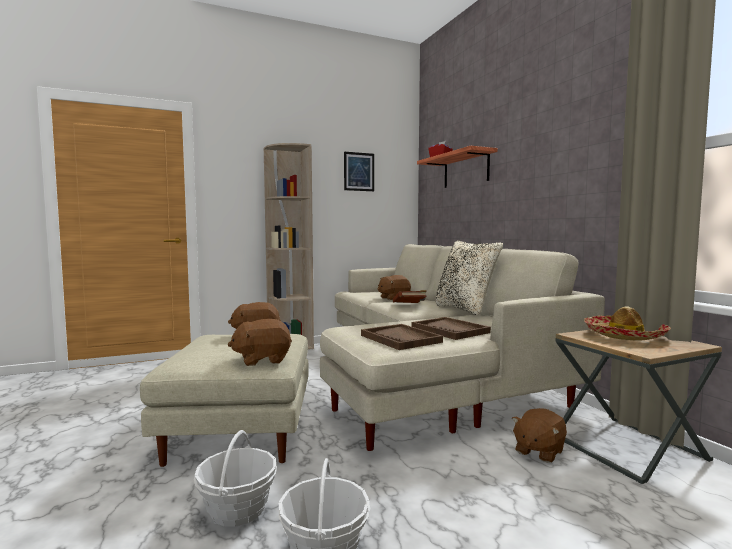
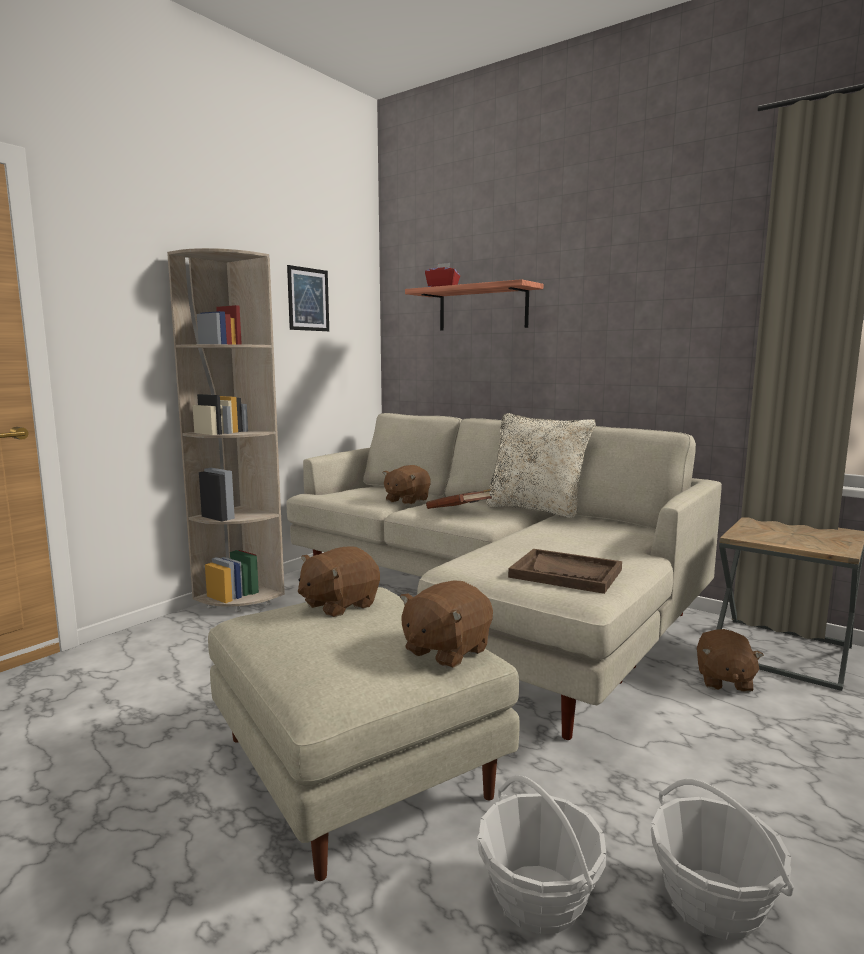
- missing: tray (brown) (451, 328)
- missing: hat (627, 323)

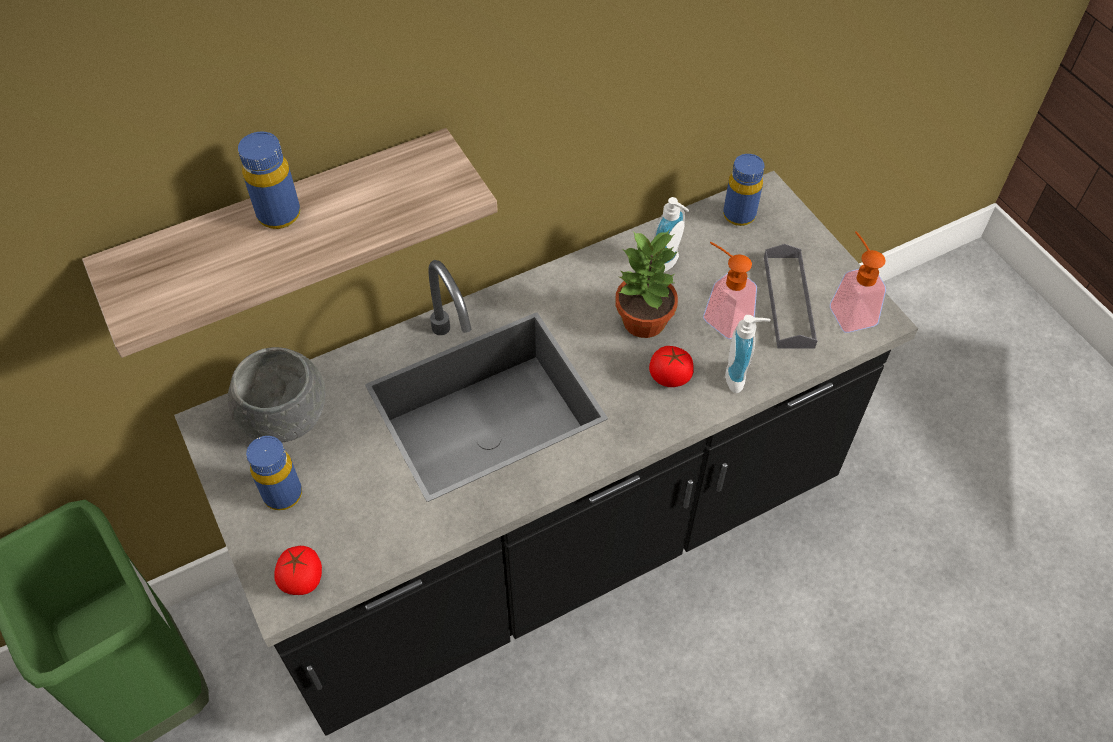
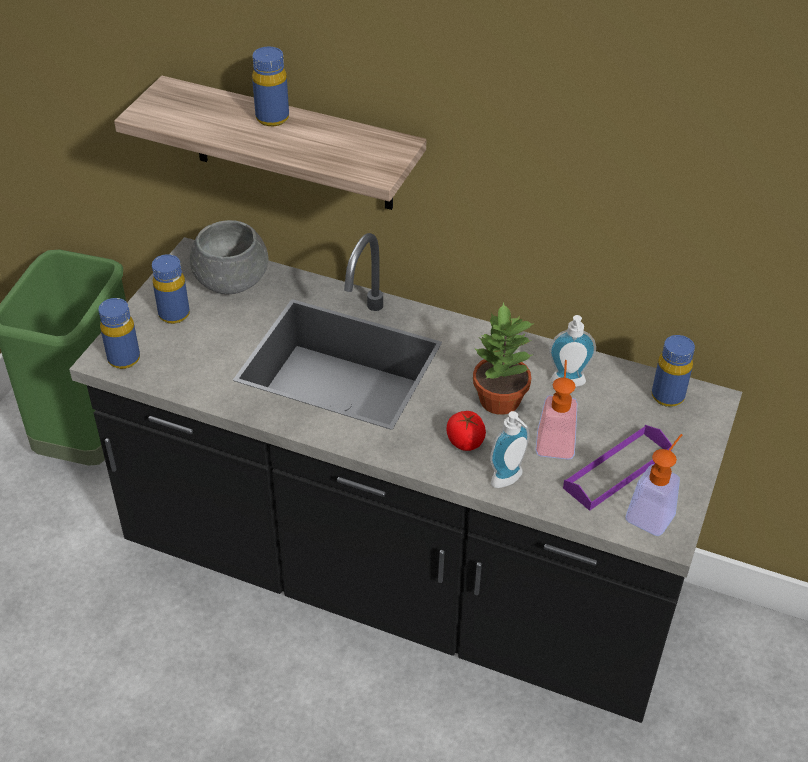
- exchanged: tomato (298, 570) to bottle (blue) (119, 333)
- colour: tray (grey) (790, 296) to tray (purple) (617, 468)

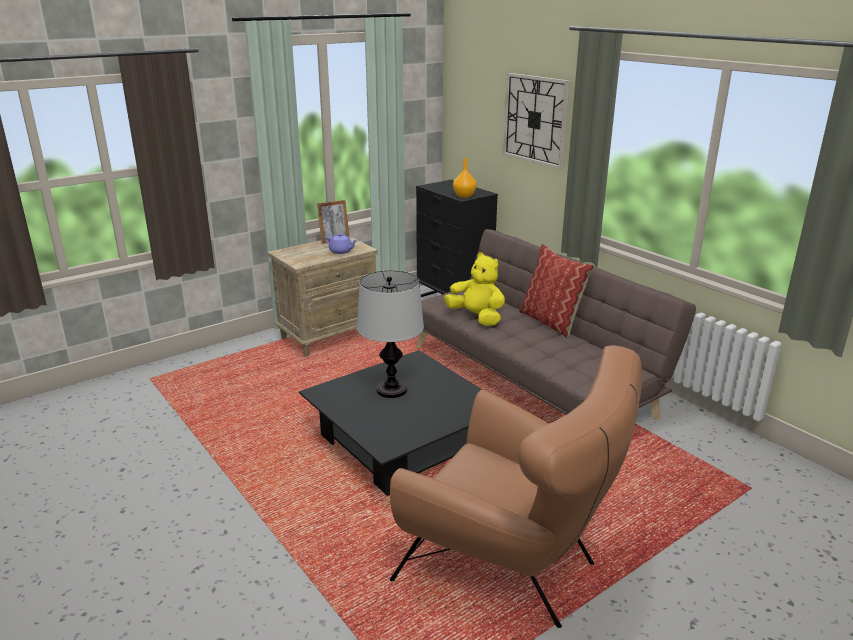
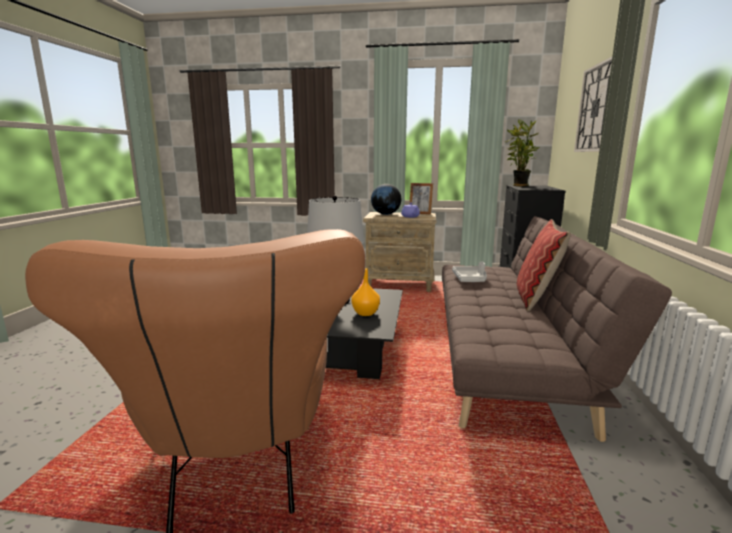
- relocated: vase (orange) (465, 178) to (365, 292)
- appeared: globe (386, 199)
- exchanged: plush toy (yellow) (474, 289) to tray (grey) (469, 272)
- appeared: potted plant (522, 153)

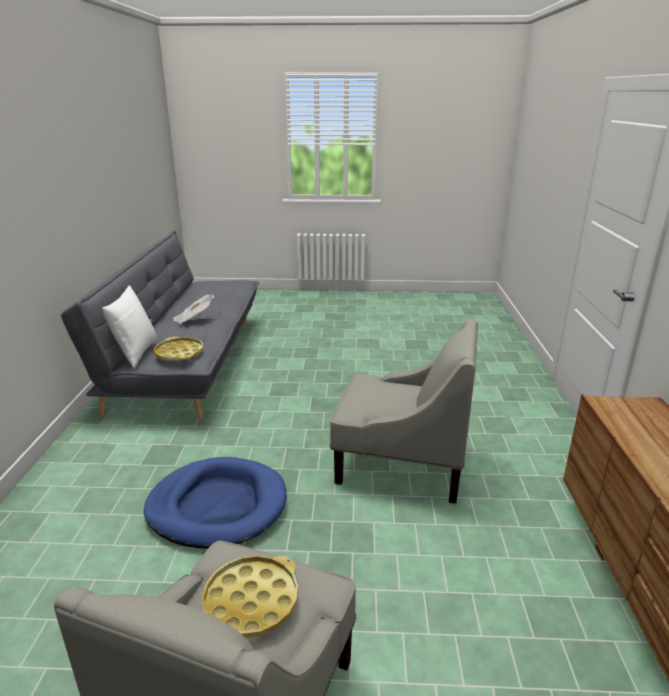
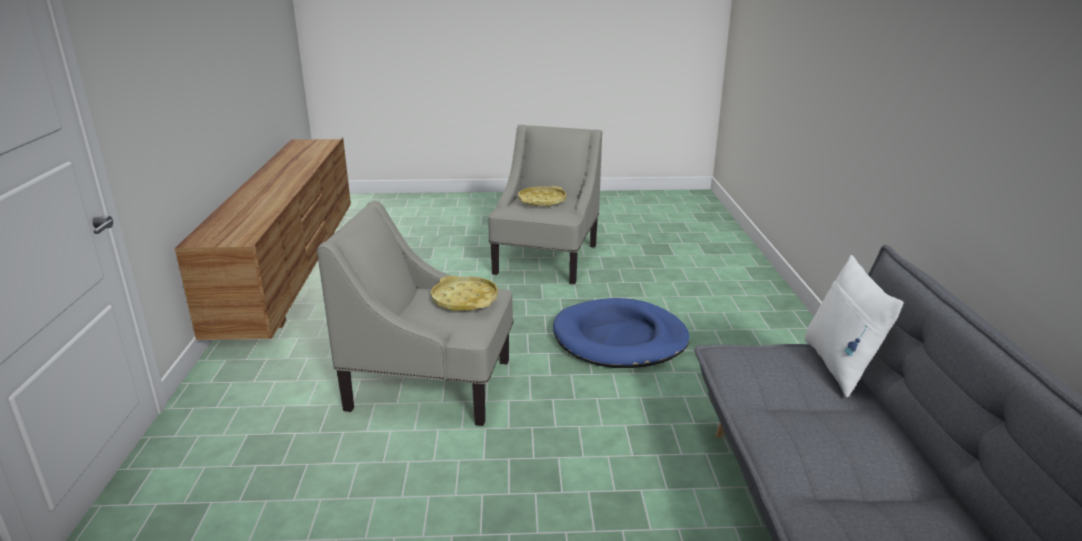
- relocated: tray (yellow) (178, 349) to (464, 293)
- missing: newspaper (193, 309)

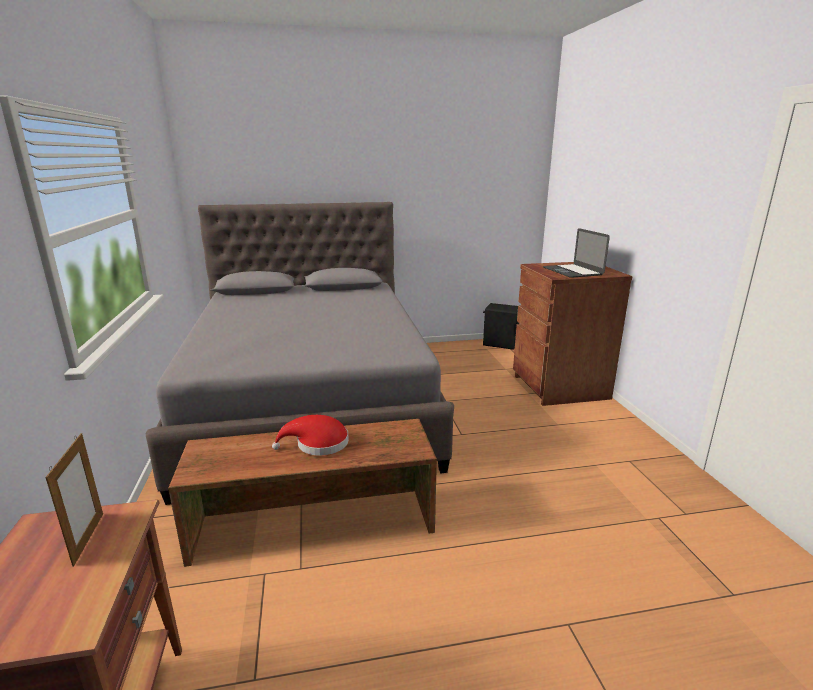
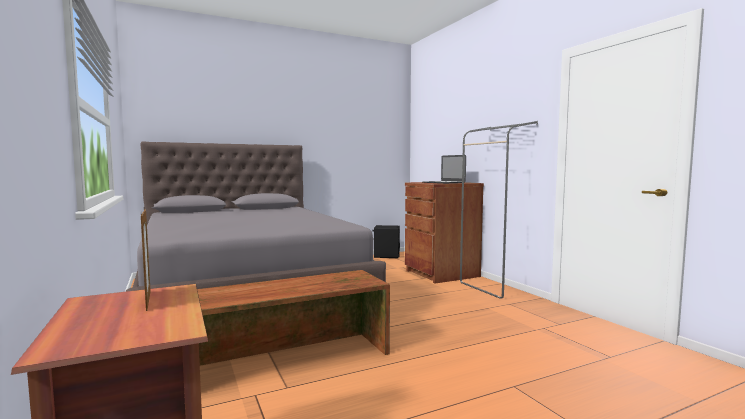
- appeared: clothes rack (grey) (499, 210)
- missing: hat (red) (310, 435)

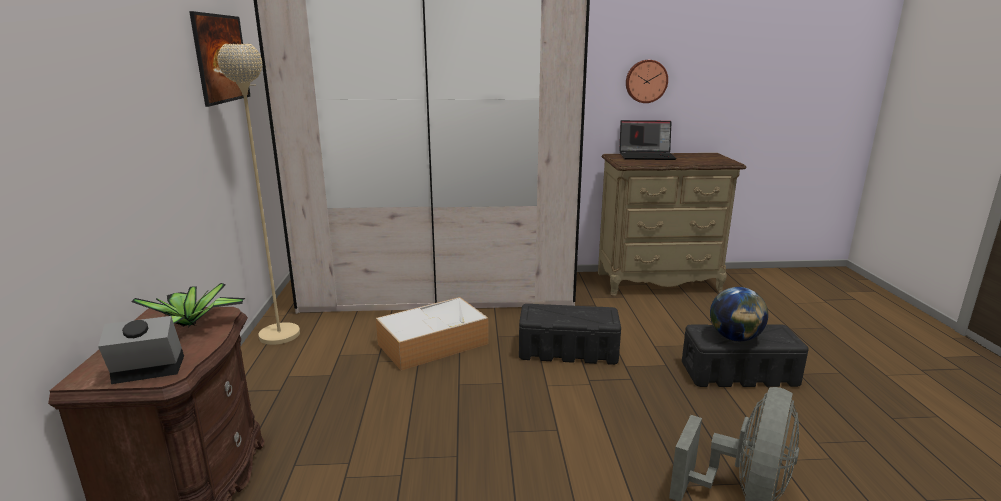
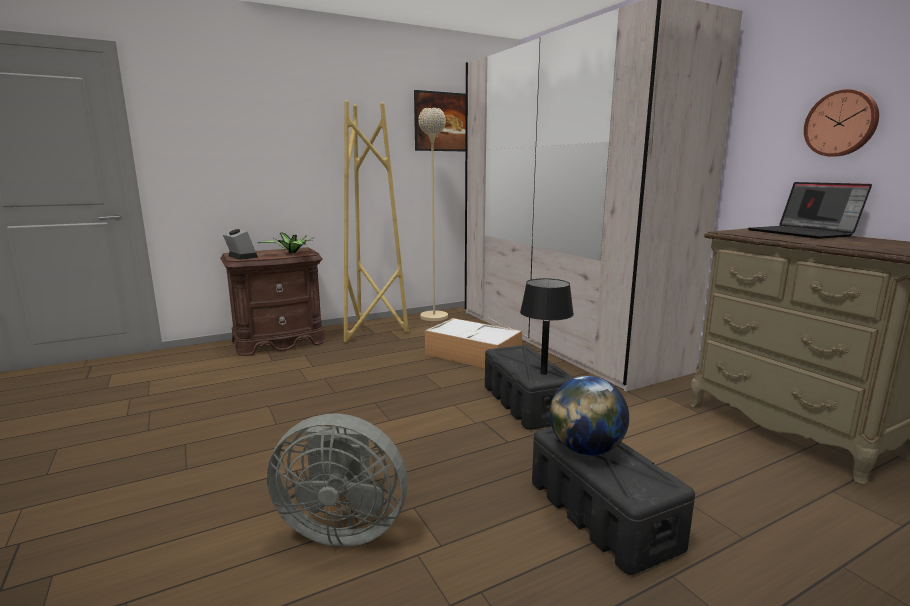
- appeared: clothes rack (yellow) (376, 221)
- appeared: table lamp (black) (547, 326)

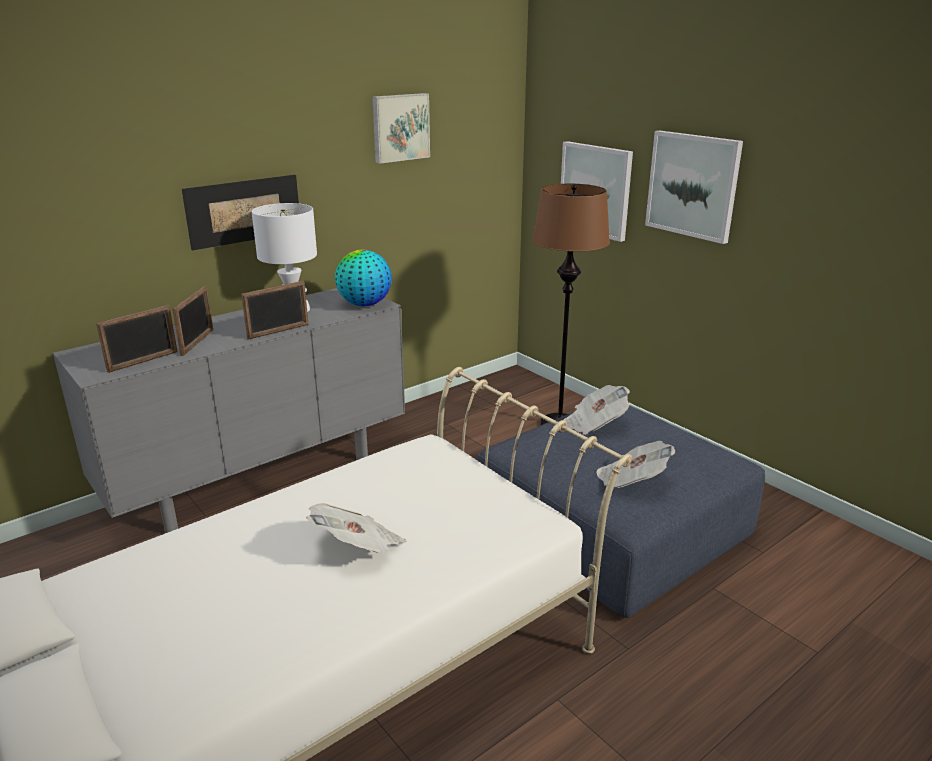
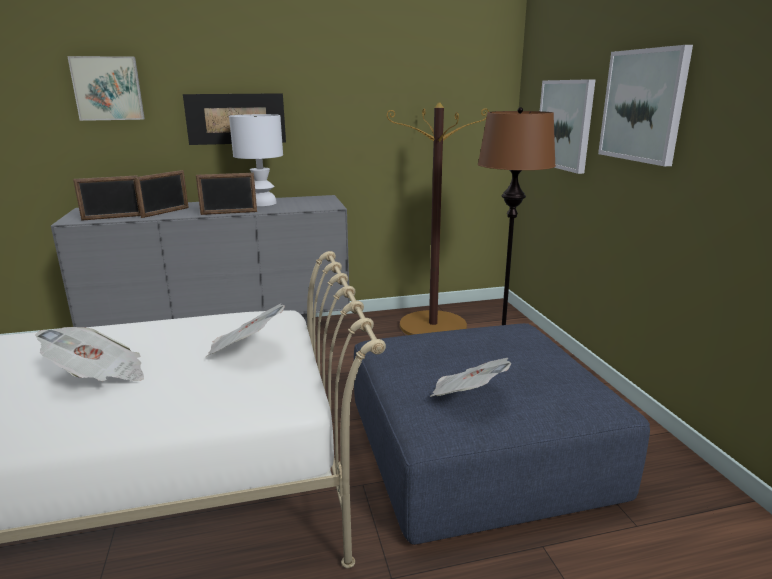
- relocated: picture (401, 128) to (106, 88)
- relocated: newspaper (597, 410) to (245, 330)
- appeared: clothes rack (brown) (438, 219)
- missing: globe (363, 278)

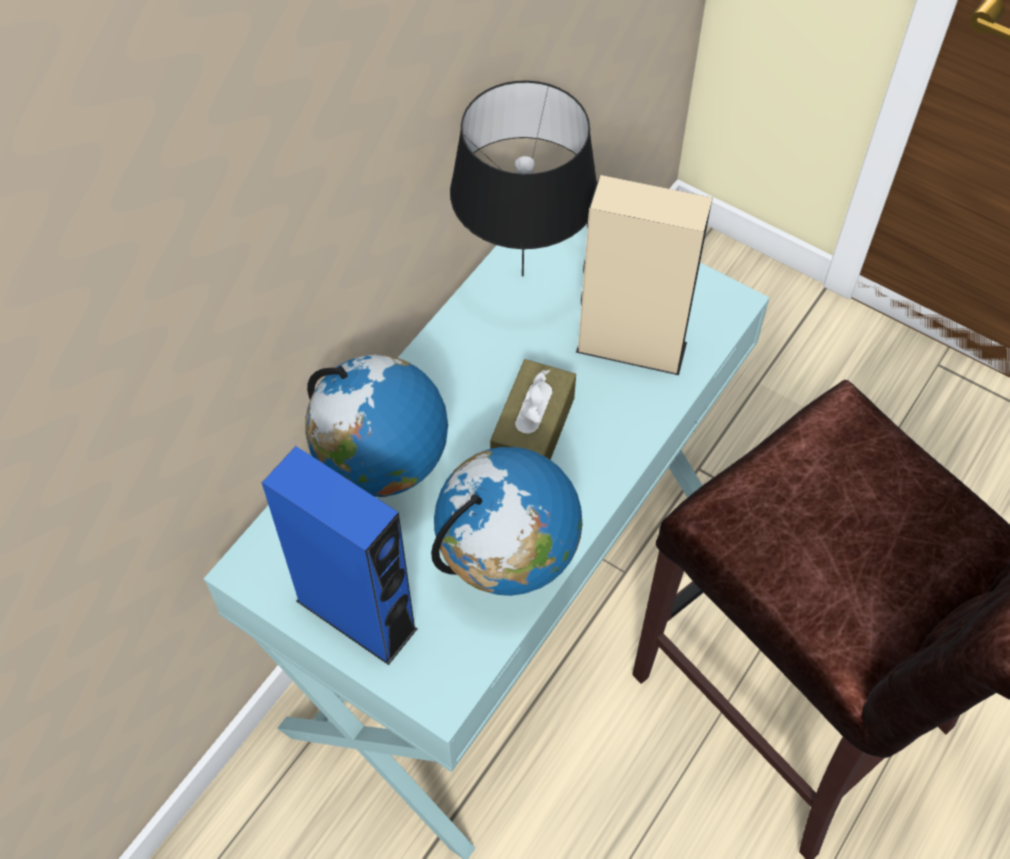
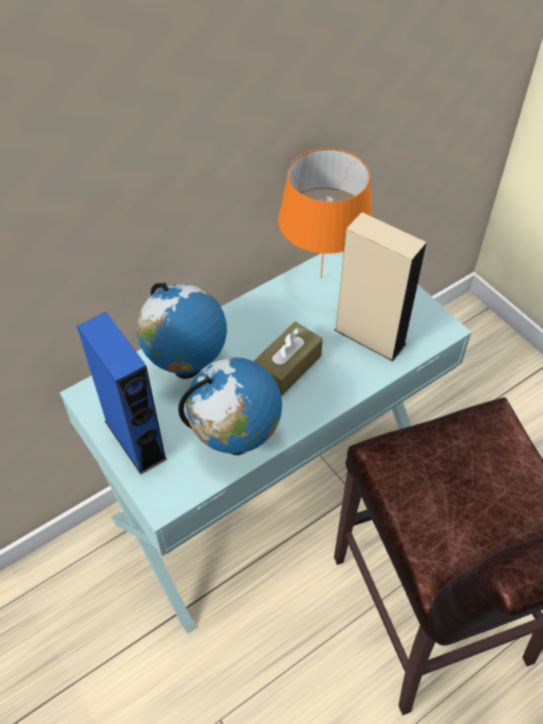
- colour: table lamp (black) (523, 178) to table lamp (orange) (325, 213)

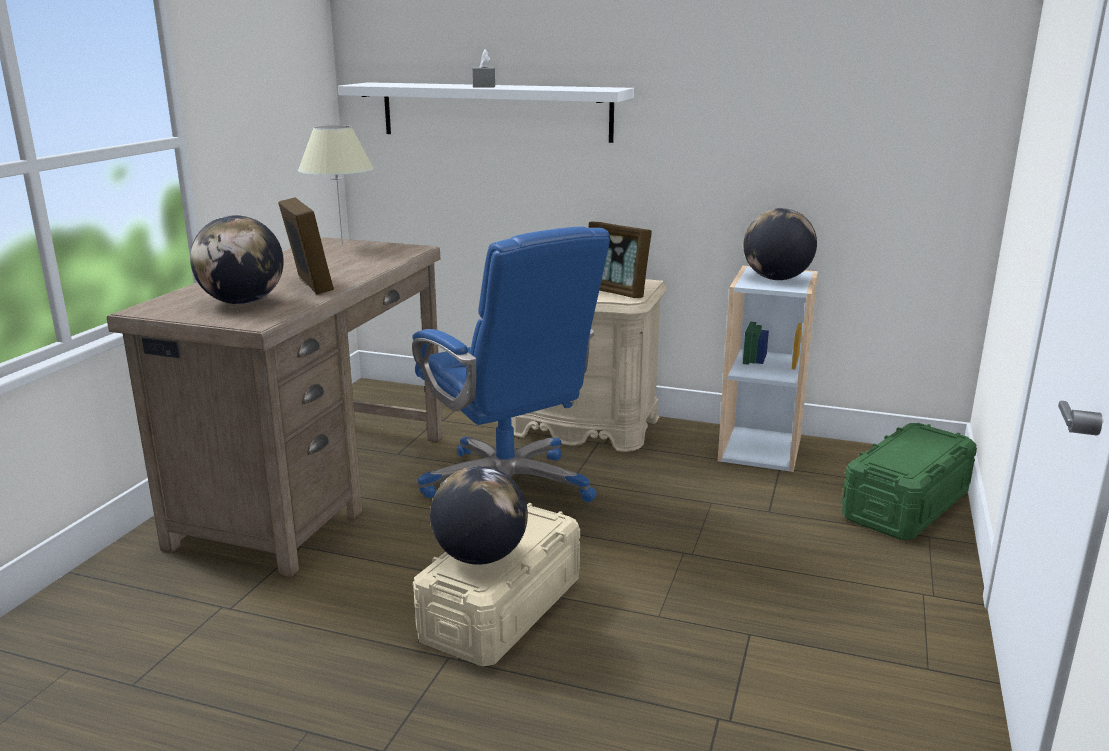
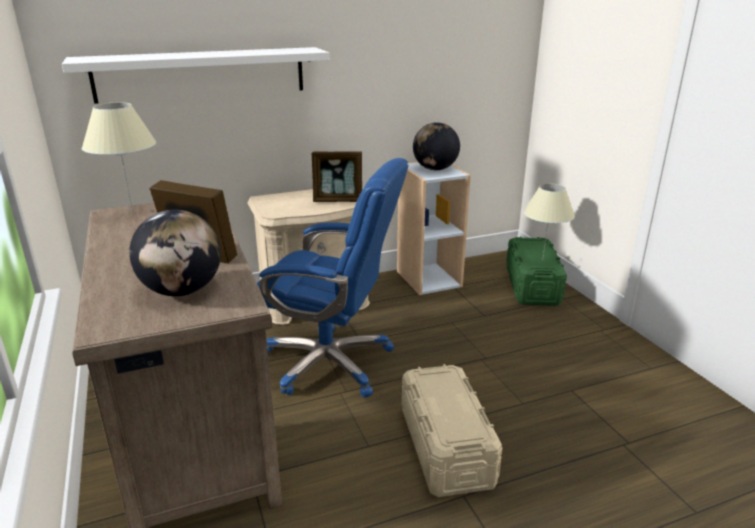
- appeared: table lamp (beige) (549, 220)
- missing: globe (479, 515)
- missing: tissue box (grey) (483, 68)

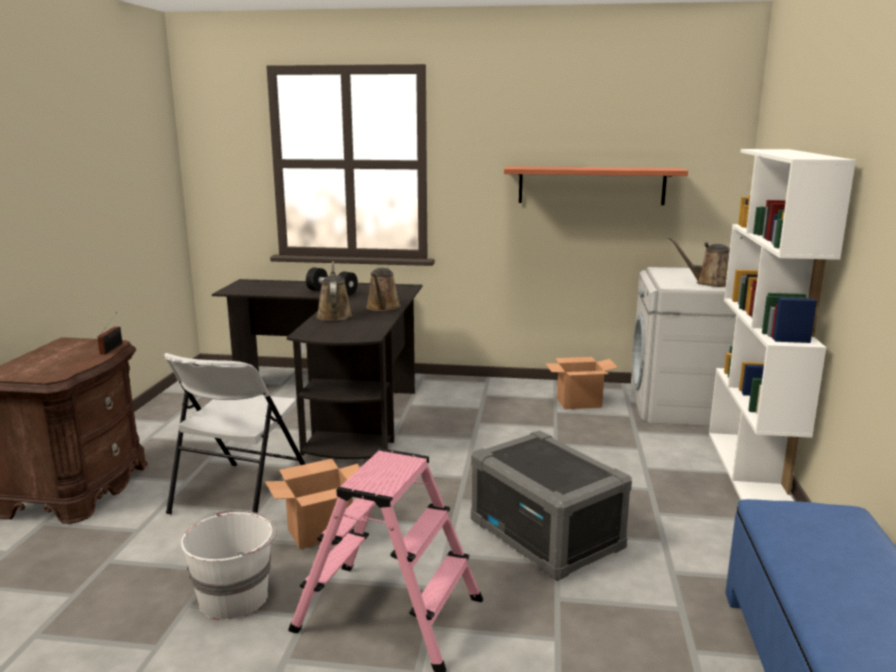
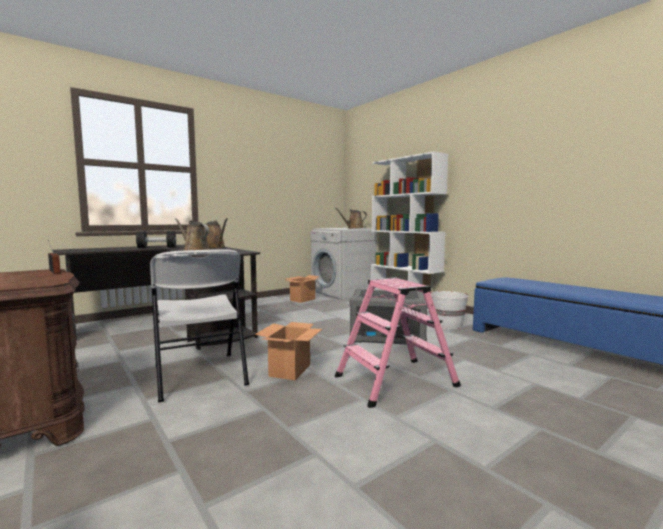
- relocated: bucket (white) (229, 565) to (449, 310)
- missing: shelf (596, 185)

